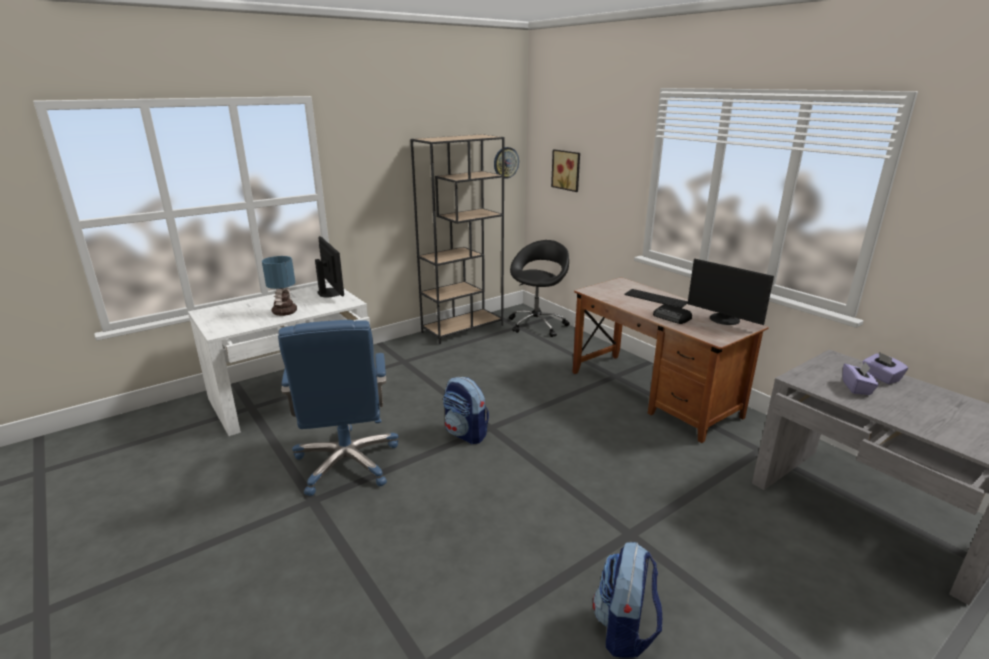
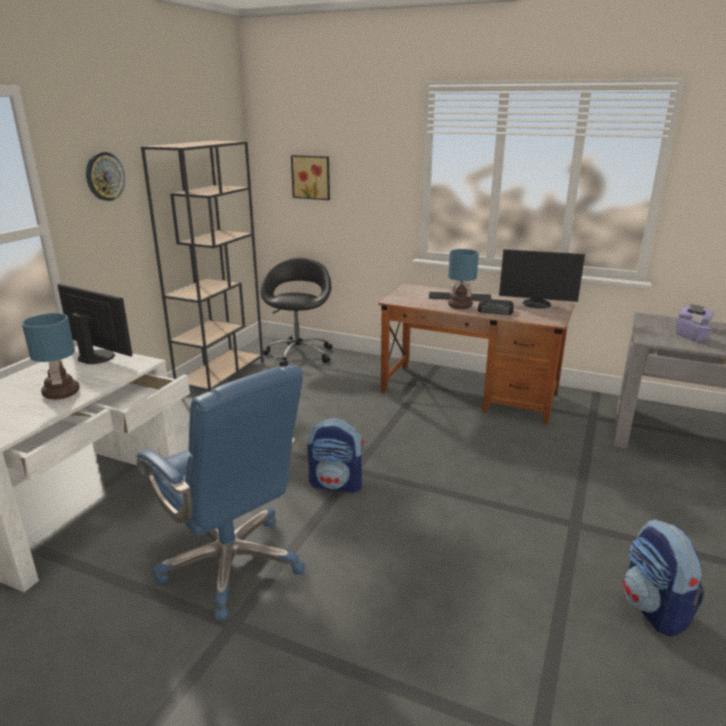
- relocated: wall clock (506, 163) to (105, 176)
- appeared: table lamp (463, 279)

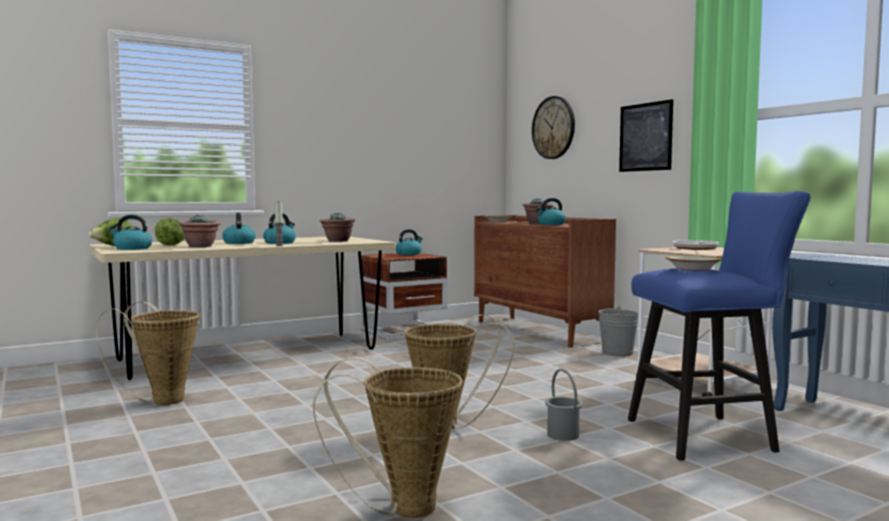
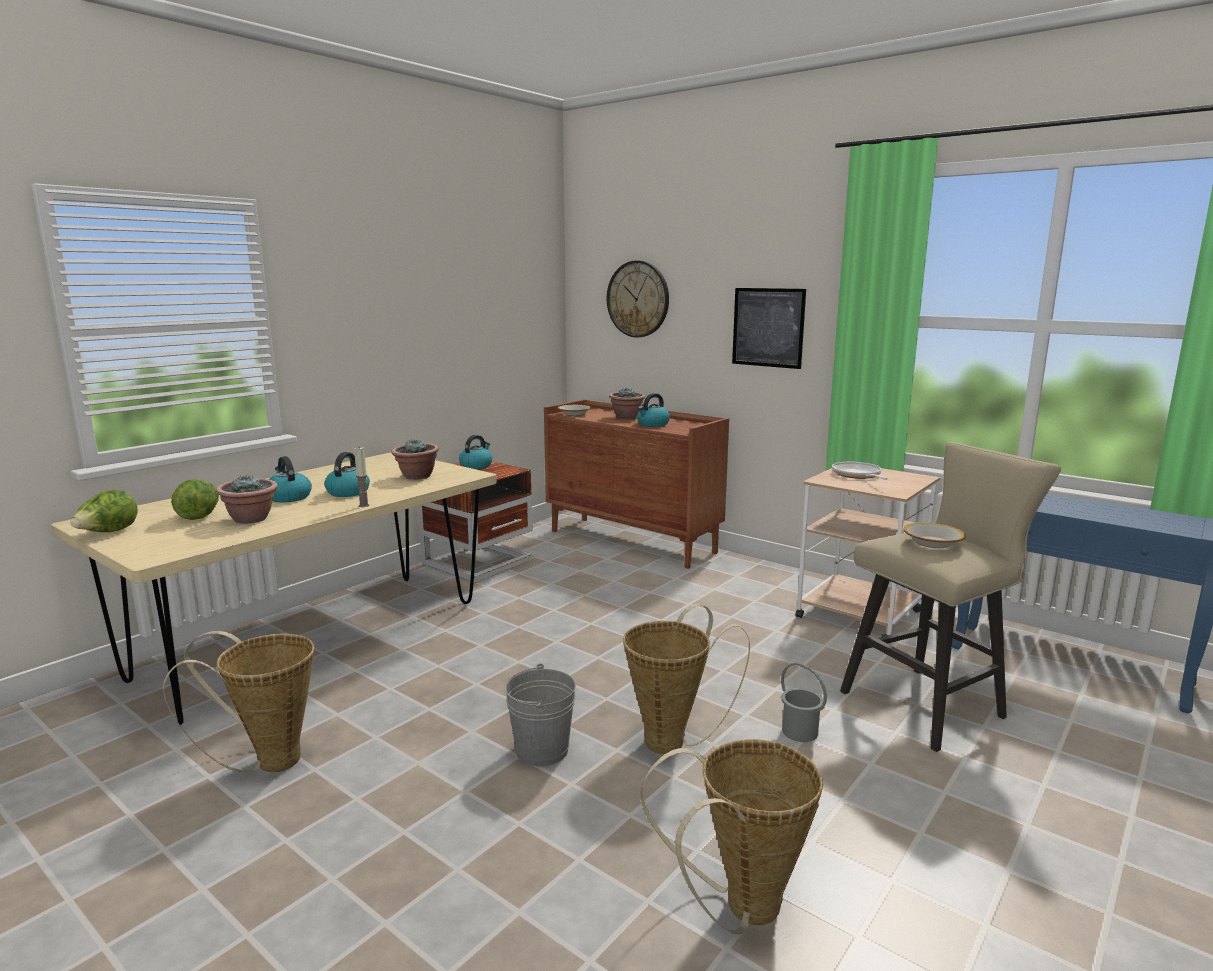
- relocated: bucket (grey) (618, 331) to (540, 714)
- colour: stool (blue) (719, 326) to stool (beige) (950, 597)
- missing: kettle (130, 232)

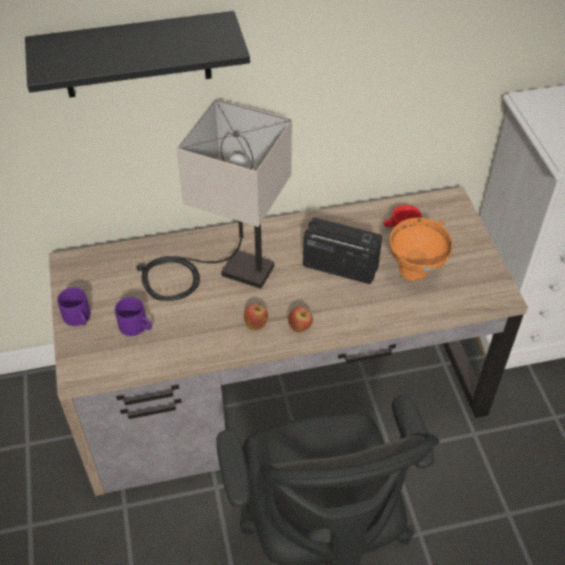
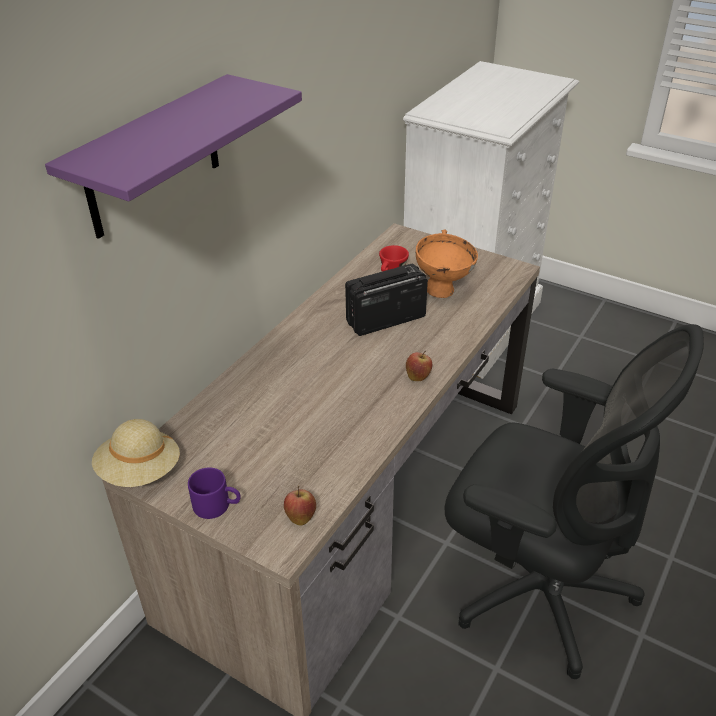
- colour: shelf (black) (137, 54) to shelf (purple) (173, 156)
- appeared: hat (beige) (136, 453)
- relocated: apple (256, 316) to (300, 506)
- missing: mug (purple) (133, 316)
- missing: table lamp (214, 199)

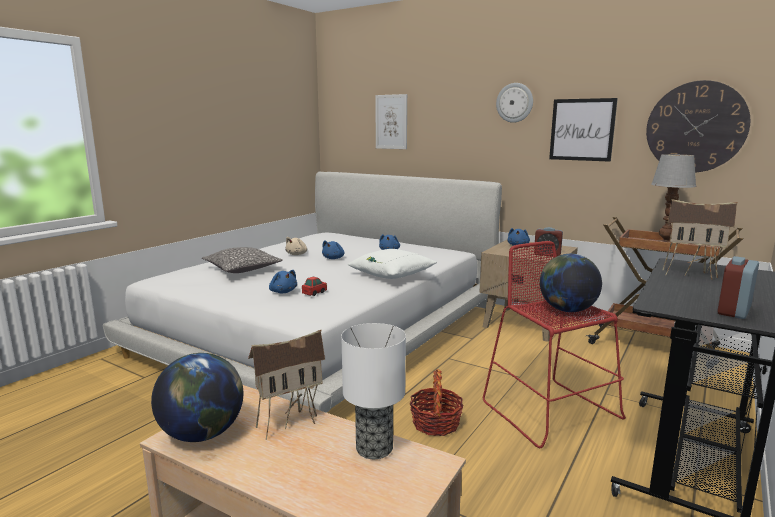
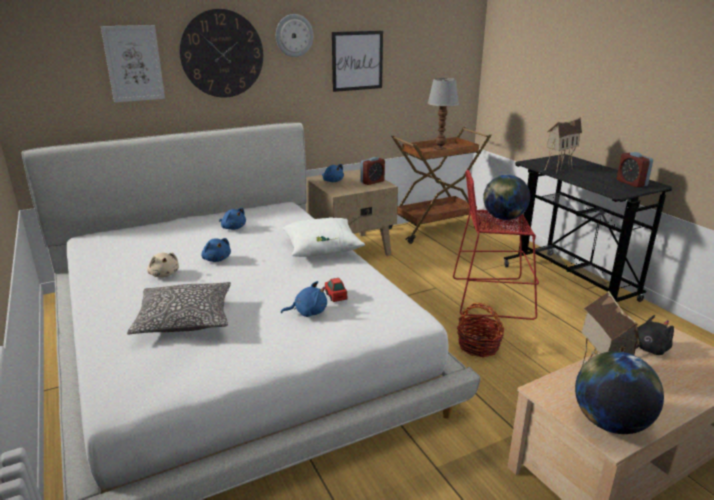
- relocated: wall clock (698, 126) to (221, 53)
- exchanged: table lamp (373, 391) to plush toy (black) (654, 335)

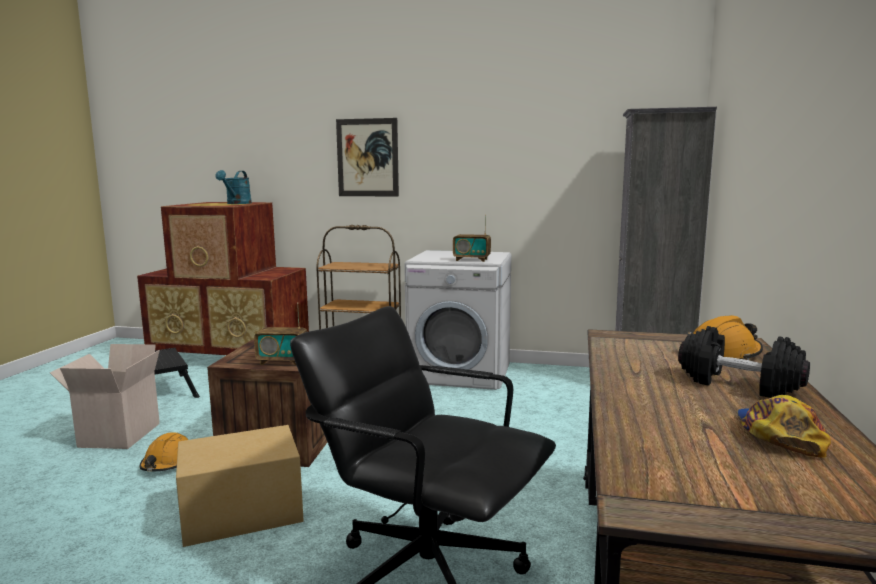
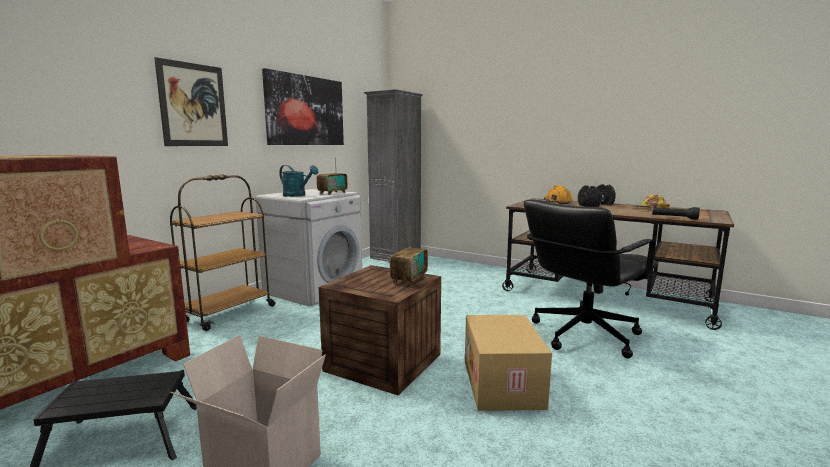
- appeared: picture (303, 106)
- relocated: watering can (turquoise) (233, 187) to (298, 181)
- appeared: flashlight (black) (676, 213)
- missing: hard hat (orange) (164, 452)

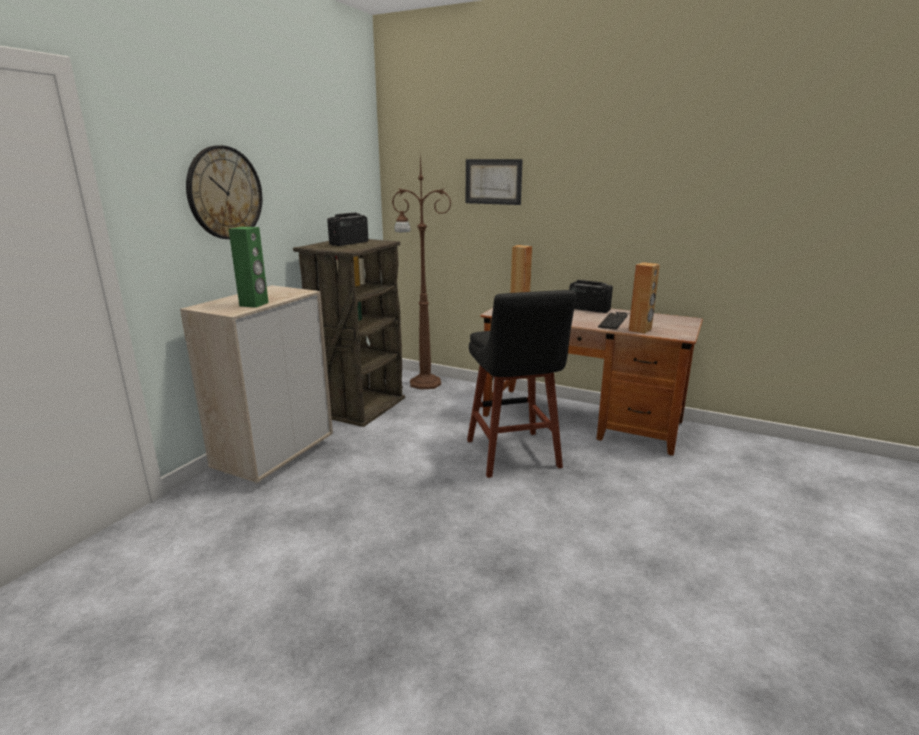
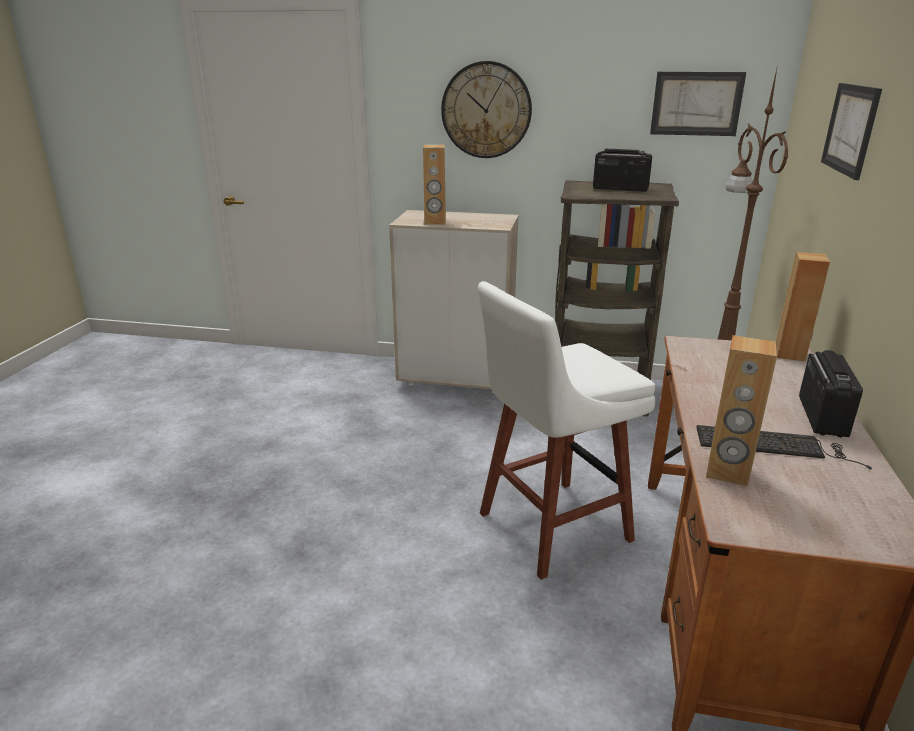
- colour: speaker (green) (249, 267) to speaker (brown) (434, 185)
- colour: stool (black) (521, 384) to stool (white) (566, 430)
- appeared: picture (698, 104)

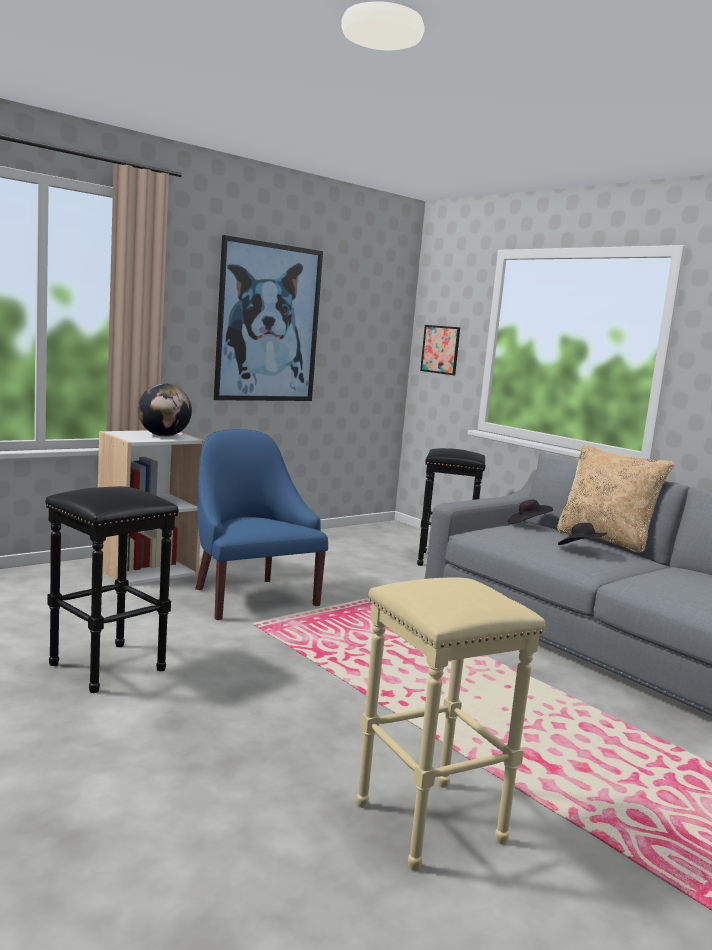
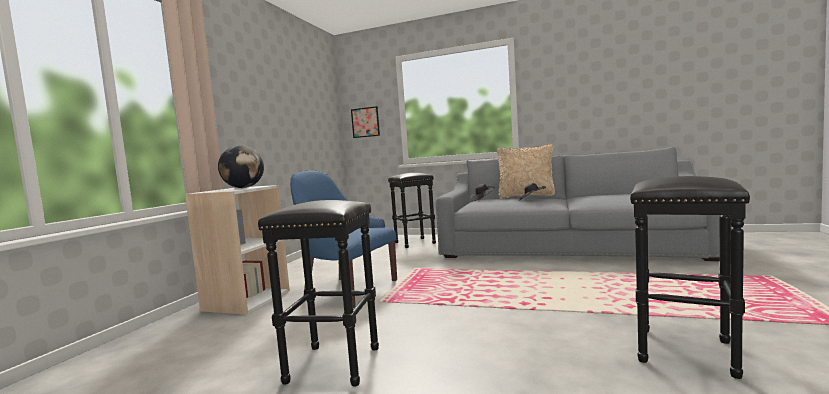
- colour: stool (beige) (451, 724) to stool (black) (690, 277)
- missing: picture (268, 318)

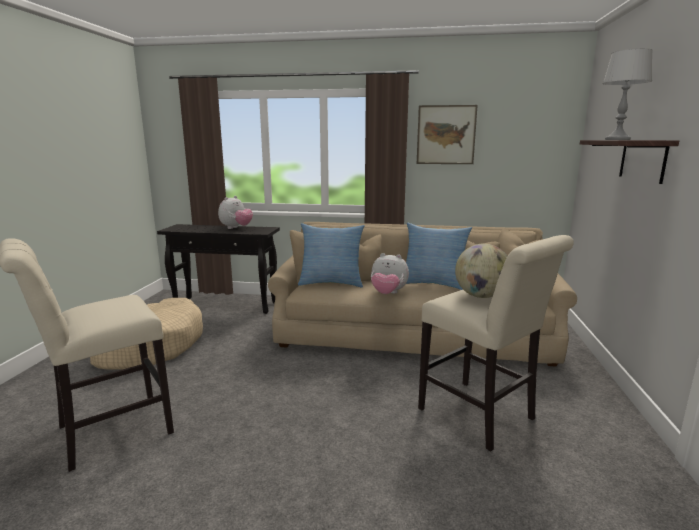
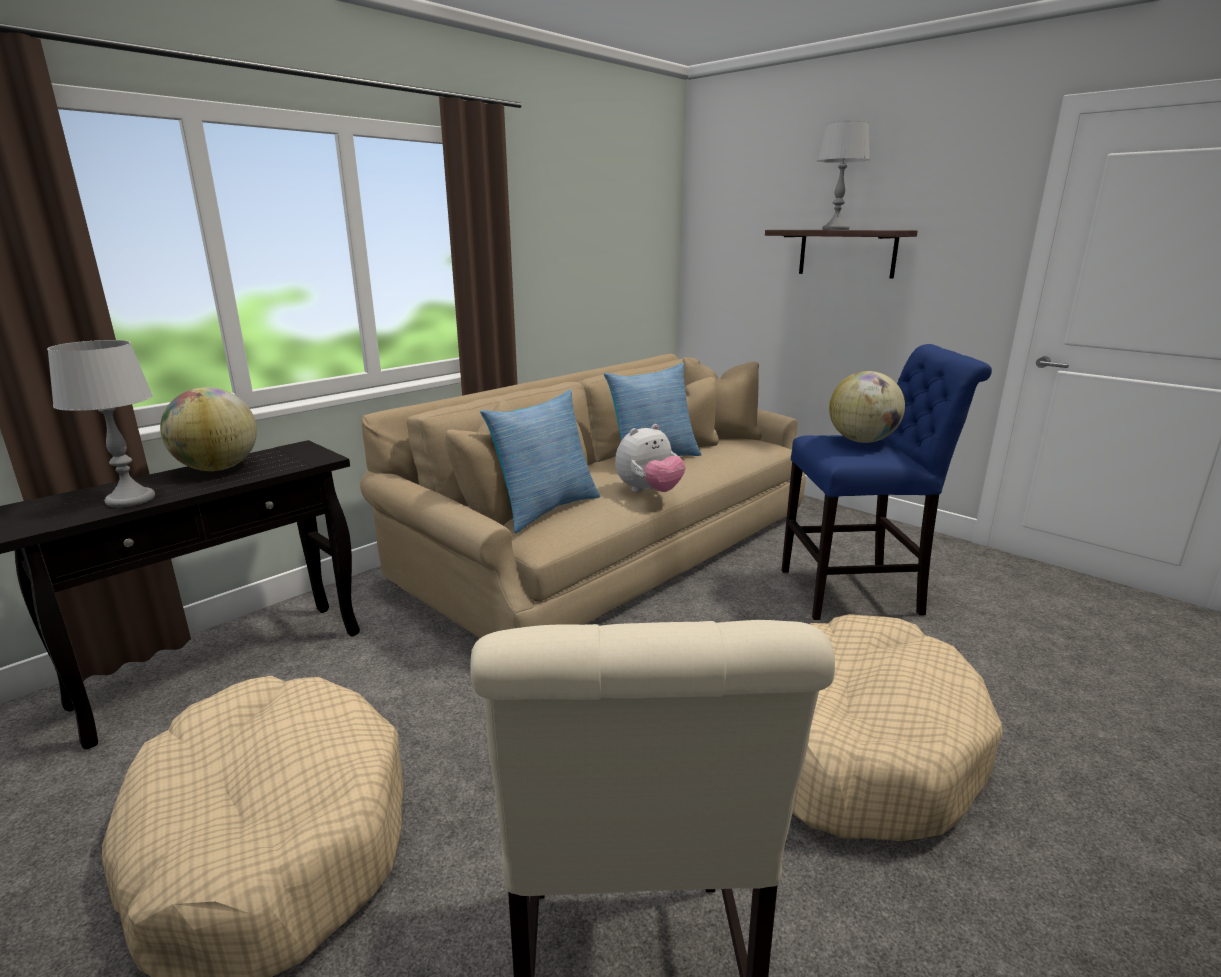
- appeared: table lamp (grey) (101, 424)
- exchanged: plush toy (235, 212) to globe (208, 429)
- colour: stool (beige) (496, 343) to stool (blue) (886, 482)
- appeared: dog bed (beige) (897, 727)
- missing: picture (447, 134)

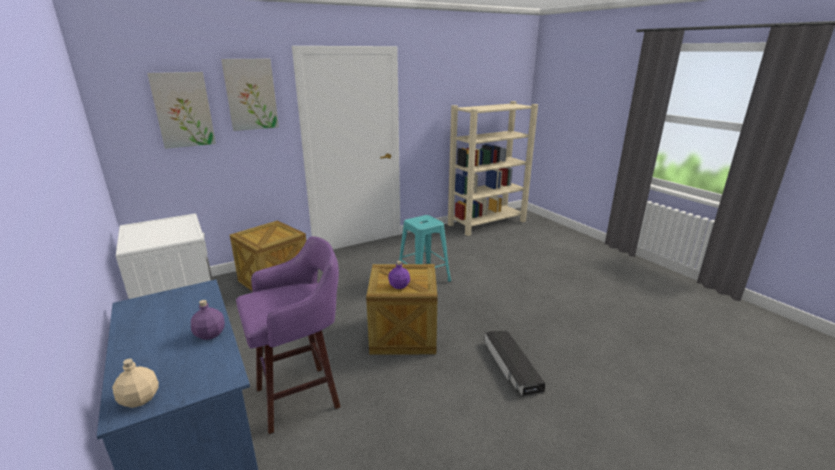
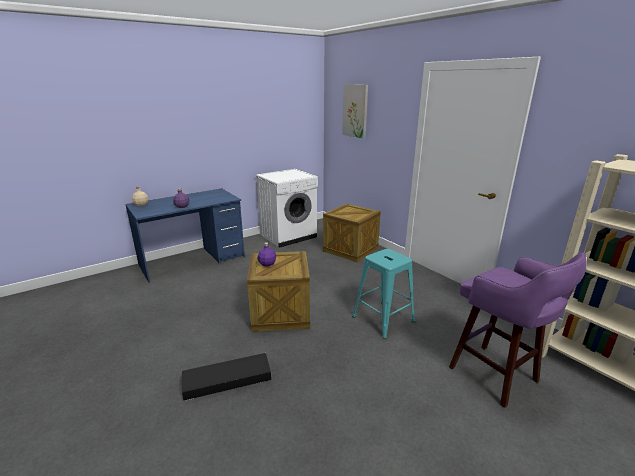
- relocated: stool (purple) (288, 335) to (518, 330)
- missing: picture (250, 95)

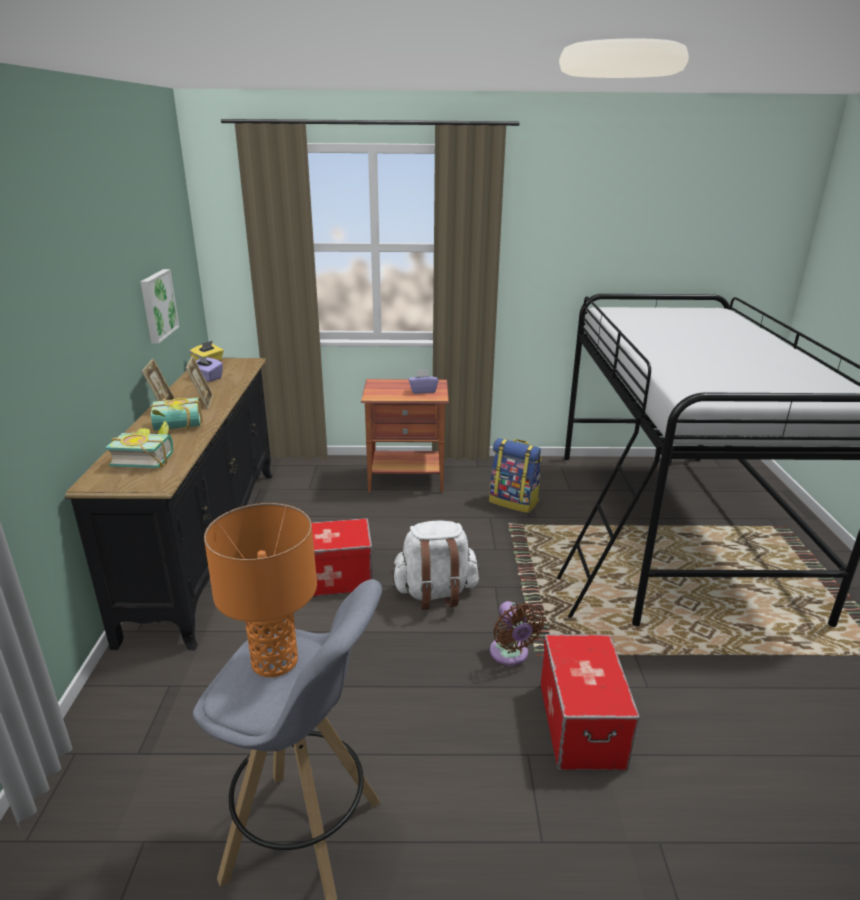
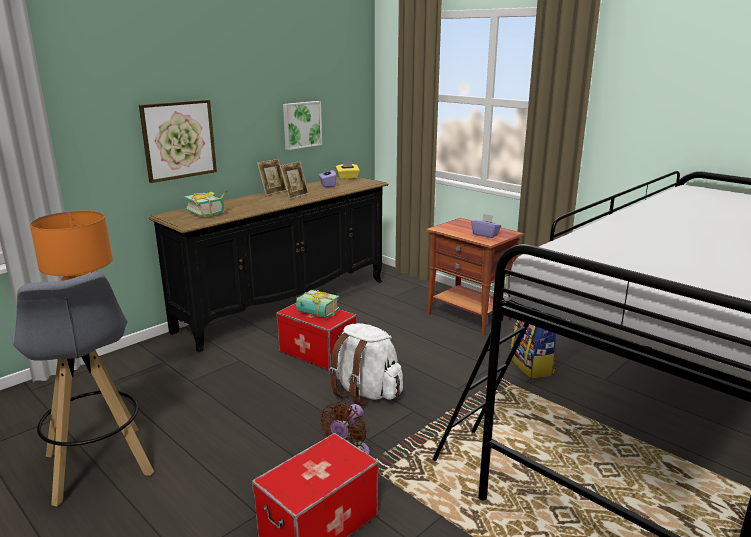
- appeared: picture (178, 141)
- relocated: book (176, 414) to (318, 304)

